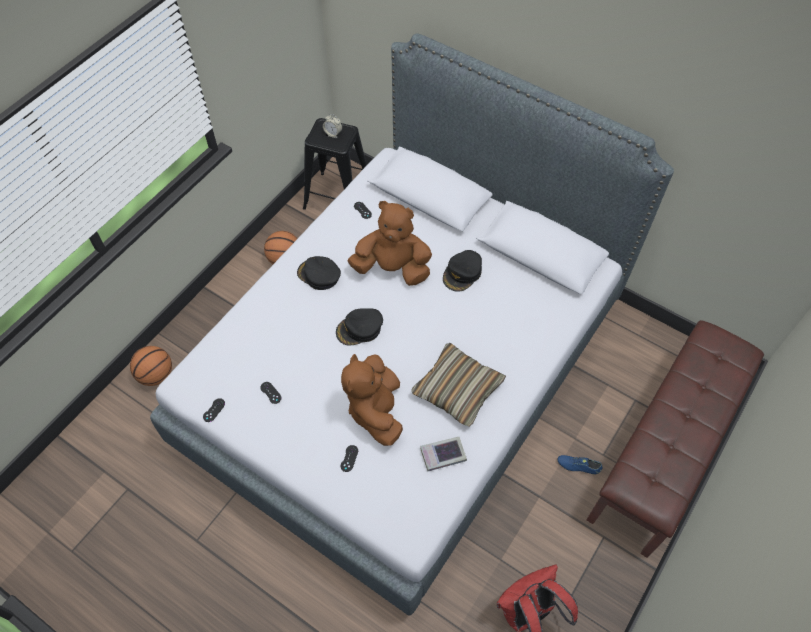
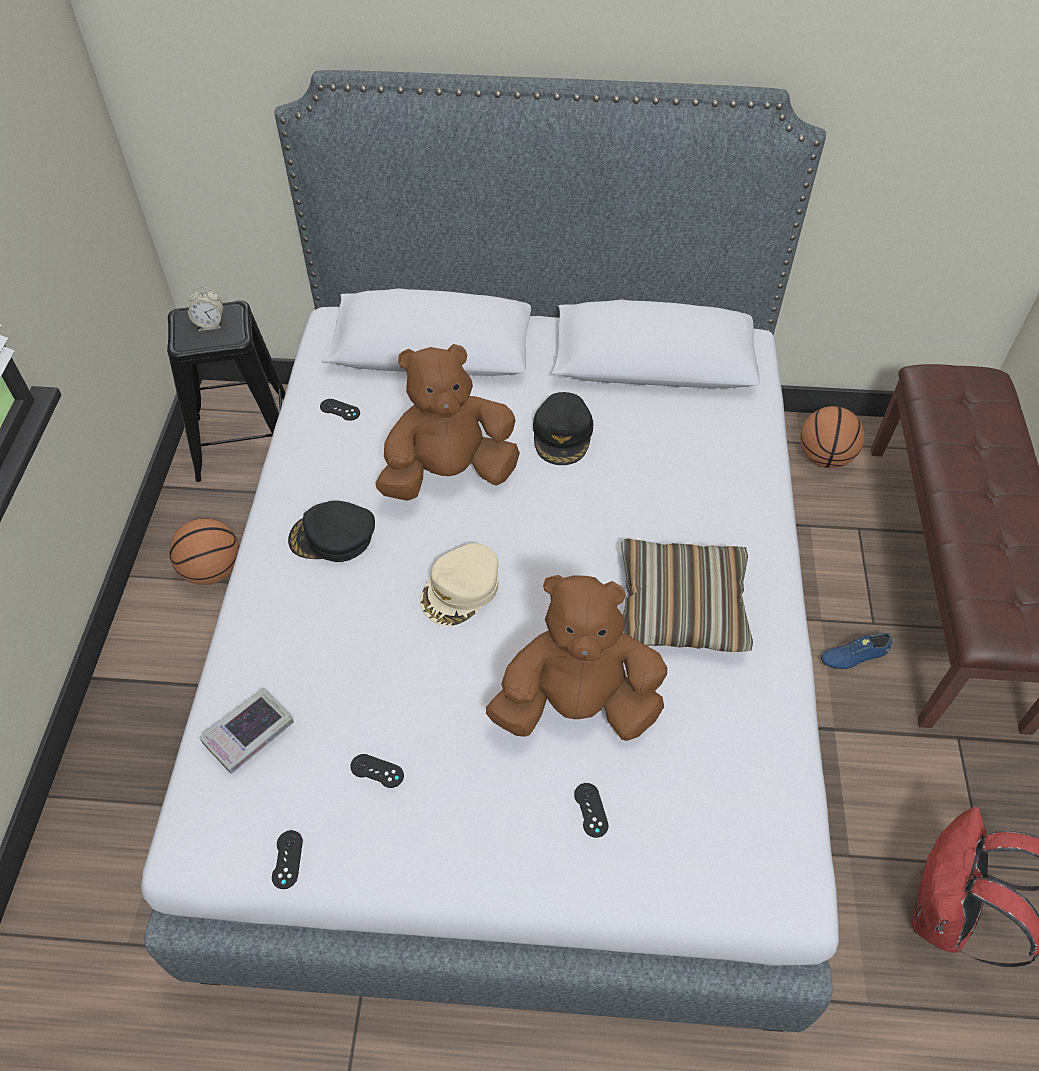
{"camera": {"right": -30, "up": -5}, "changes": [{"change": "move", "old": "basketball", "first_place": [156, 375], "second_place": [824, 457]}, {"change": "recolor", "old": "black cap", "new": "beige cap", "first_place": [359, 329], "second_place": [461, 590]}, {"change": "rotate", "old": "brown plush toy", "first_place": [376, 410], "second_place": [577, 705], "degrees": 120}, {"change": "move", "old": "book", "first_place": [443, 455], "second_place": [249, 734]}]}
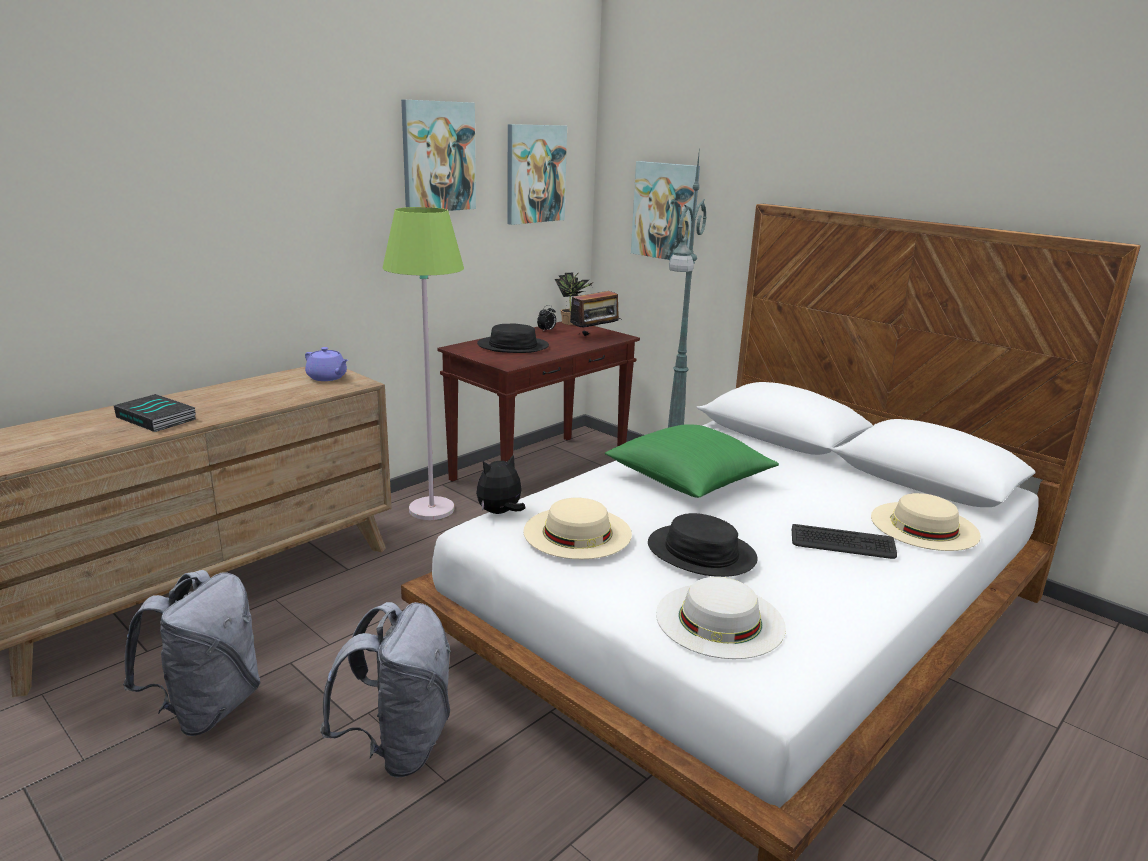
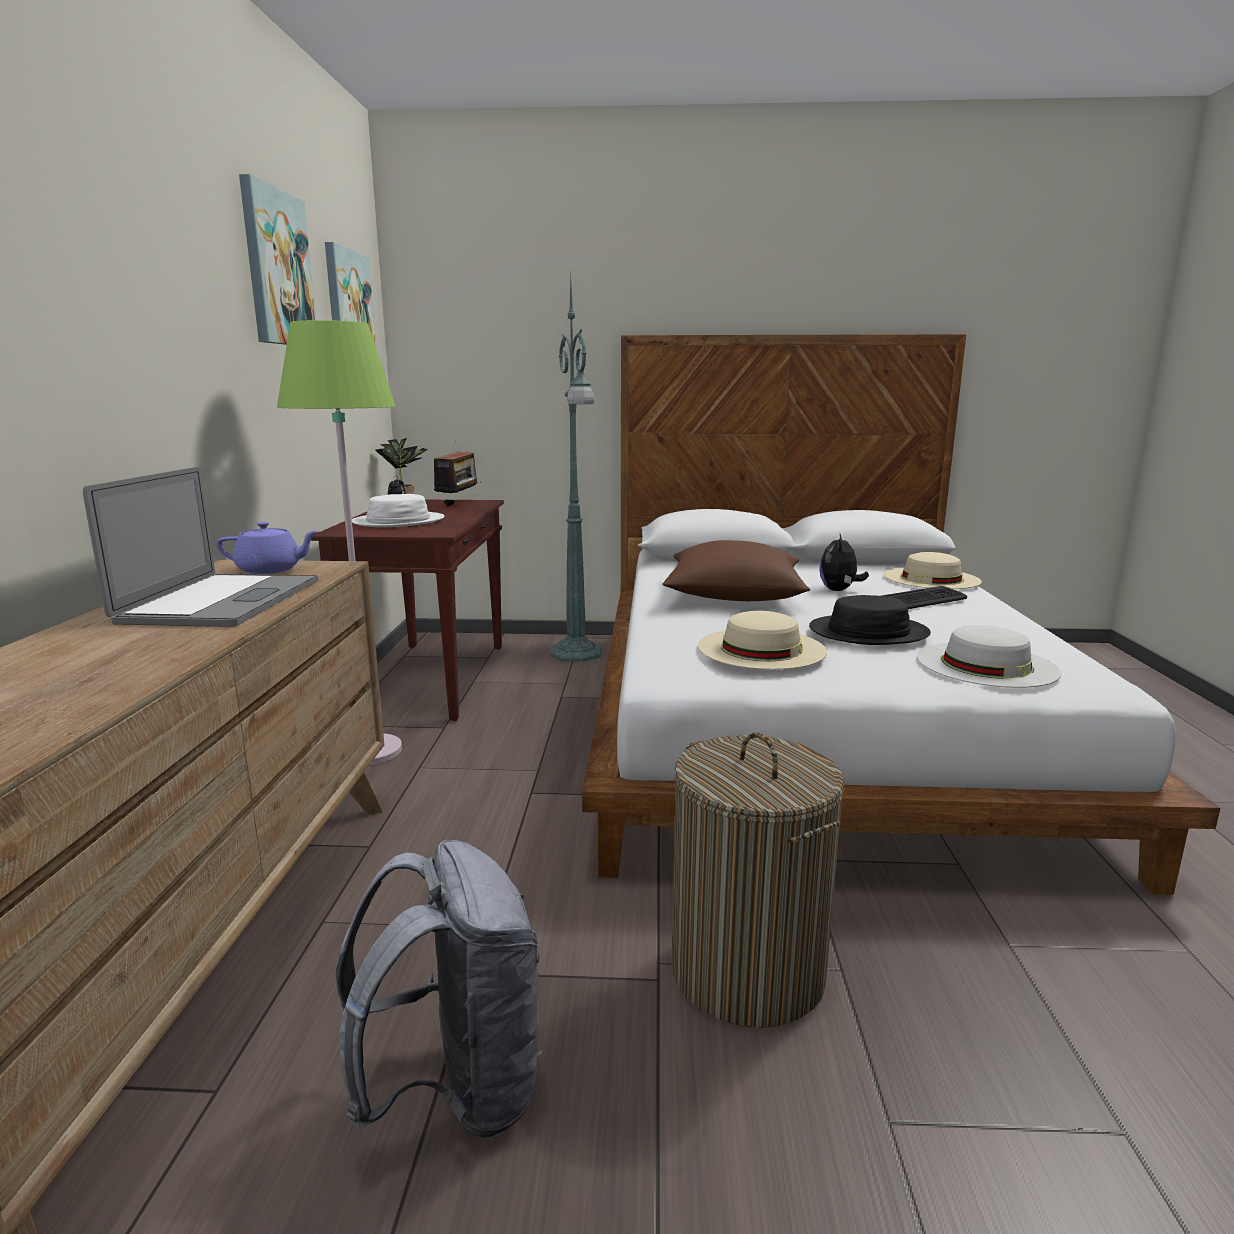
{"camera": {"right": -40, "up": -5}, "changes": [{"change": "delete", "old": "book", "first_place": [158, 418]}, {"change": "replace", "old": "grey backpack", "new": "laundry basket", "first_place": [398, 746], "second_place": [746, 971]}, {"change": "move", "old": "plush toy", "first_place": [500, 513], "second_place": [839, 590]}, {"change": "recolor", "old": "black hat", "new": "white hat", "first_place": [513, 346], "second_place": [398, 522]}, {"change": "recolor", "old": "green pillow", "new": "brown pillow", "first_place": [689, 480], "second_place": [734, 596]}, {"change": "delete", "old": "picture", "first_place": [665, 211]}, {"change": "insert", "new": "laptop", "second_place": [222, 601]}]}
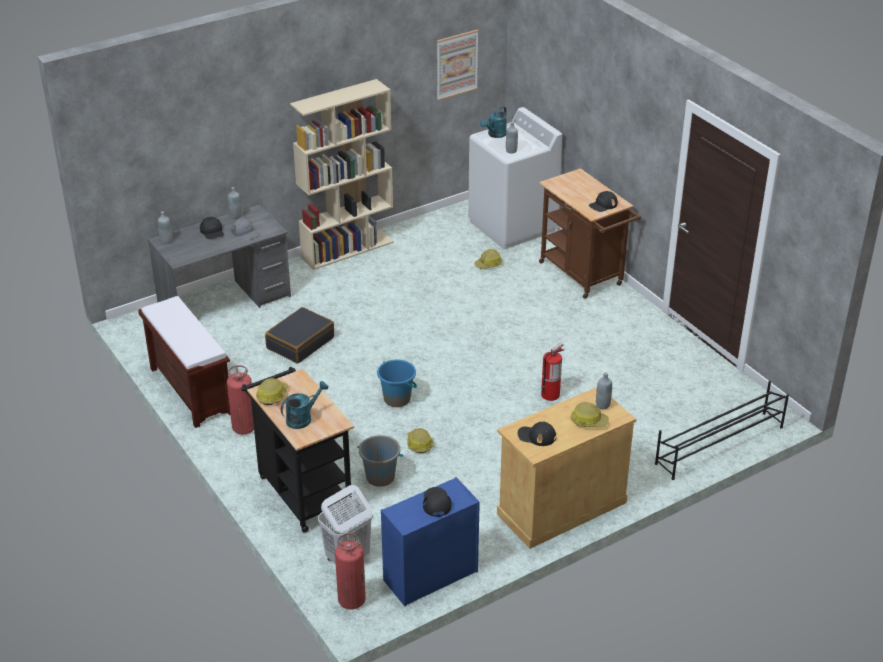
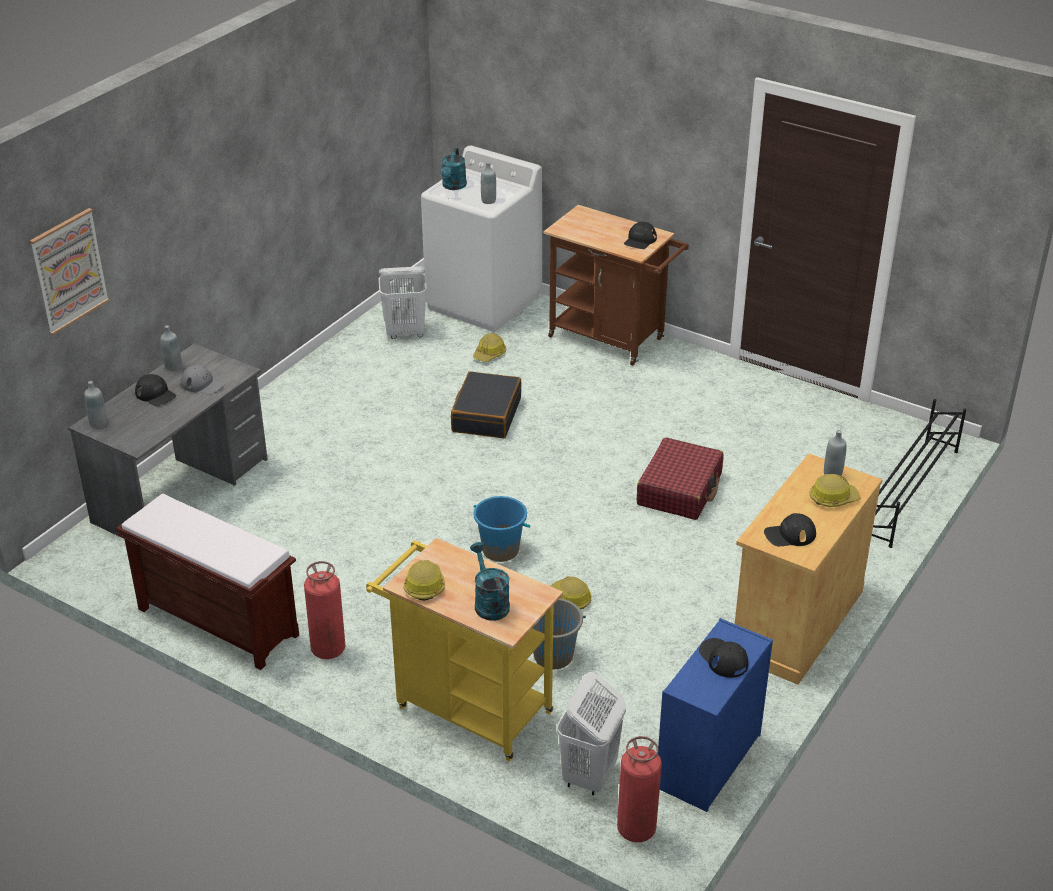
{"camera": {"right": -25, "up": 0}, "changes": [{"change": "recolor", "old": "black cart", "new": "yellow cart", "first_place": [302, 490], "second_place": [466, 707]}, {"change": "move", "old": "black suitcase", "first_place": [300, 343], "second_place": [486, 415]}, {"change": "rotate", "old": "turquoise watering can", "first_place": [303, 418], "second_place": [489, 603], "degrees": -45}, {"change": "delete", "old": "beige bookcase", "first_place": [348, 249]}, {"change": "move", "old": "picture", "first_place": [456, 64], "second_place": [69, 271]}, {"change": "replace", "old": "fire extinguisher", "new": "red suitcase", "first_place": [550, 394], "second_place": [680, 489]}, {"change": "insert", "new": "white laundry basket", "second_place": [405, 333]}]}
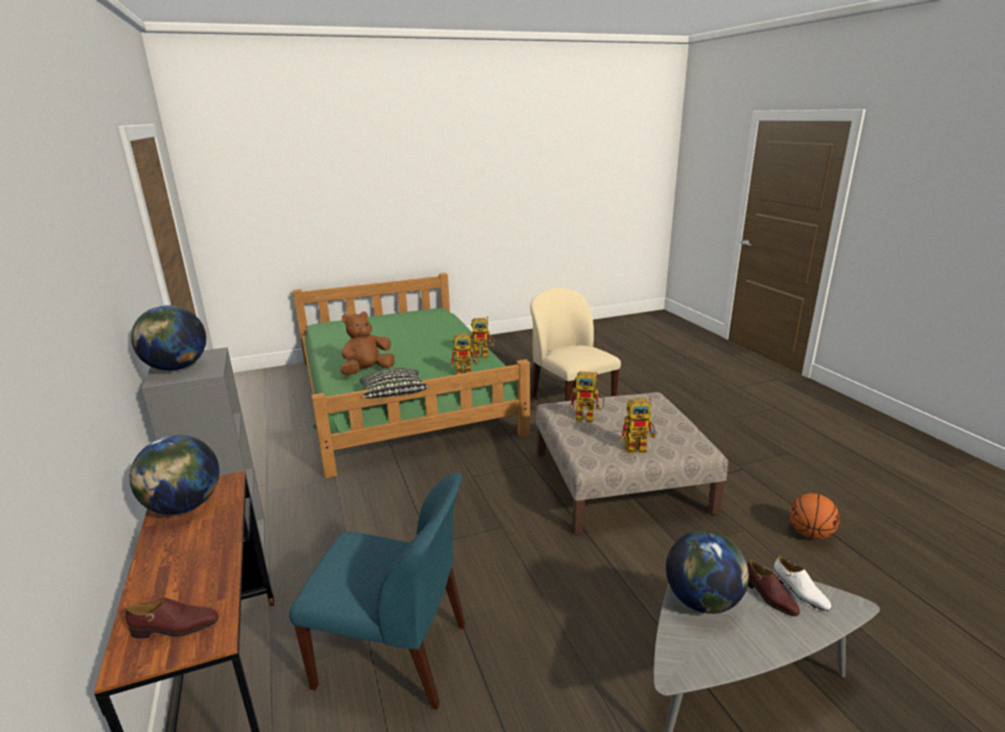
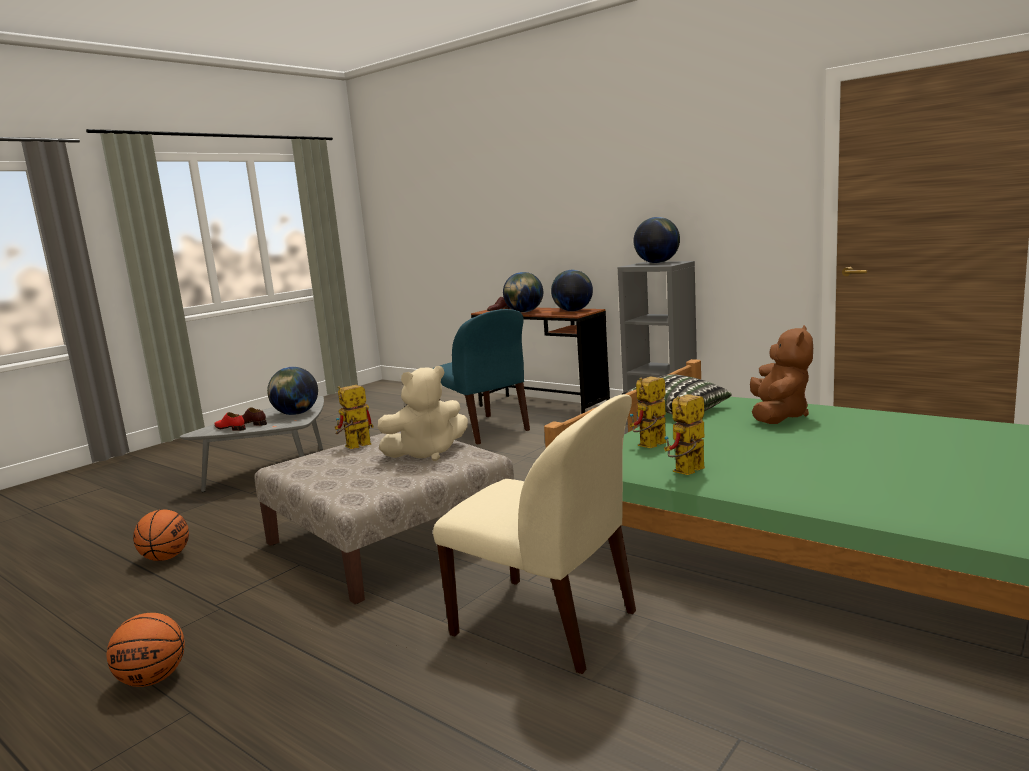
{"camera": {"right": 150, "up": -10}, "changes": [{"change": "rotate", "old": "blue chair", "first_place": [396, 655], "second_place": [484, 430], "degrees": -105}, {"change": "replace", "old": "toy robot", "new": "beige plush toy", "first_place": [589, 418], "second_place": [426, 453]}, {"change": "recolor", "old": "white shoe", "new": "red shoe", "first_place": [799, 593], "second_place": [230, 428]}, {"change": "insert", "new": "basketball", "second_place": [153, 679]}, {"change": "insert", "new": "globe", "second_place": [524, 312]}]}
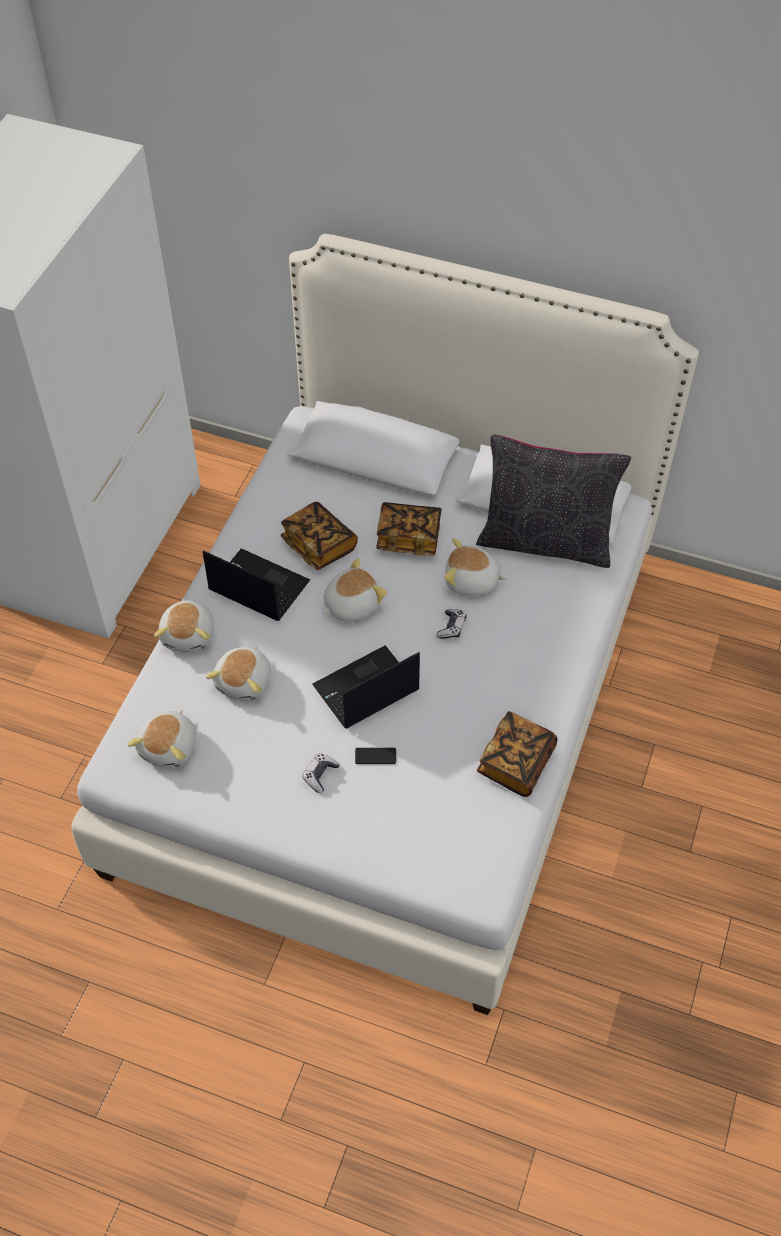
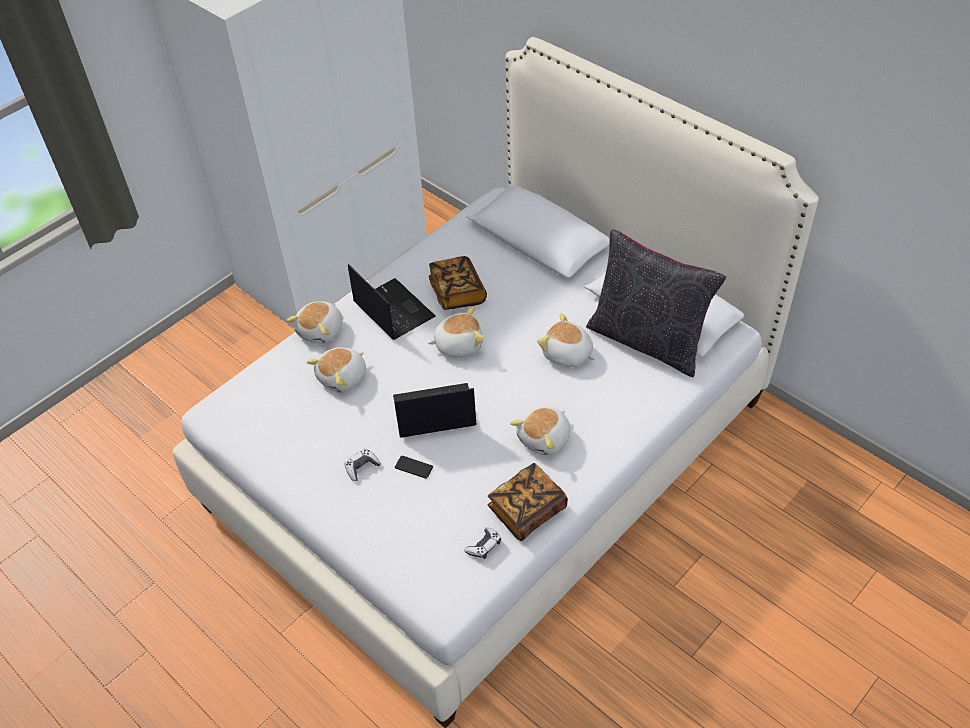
{"camera": {"right": 25, "up": -5}, "changes": [{"change": "move", "old": "plush toy", "first_place": [170, 747], "second_place": [545, 438]}, {"change": "delete", "old": "book", "first_place": [408, 538]}, {"change": "move", "old": "game controller", "first_place": [451, 627], "second_place": [484, 546]}]}
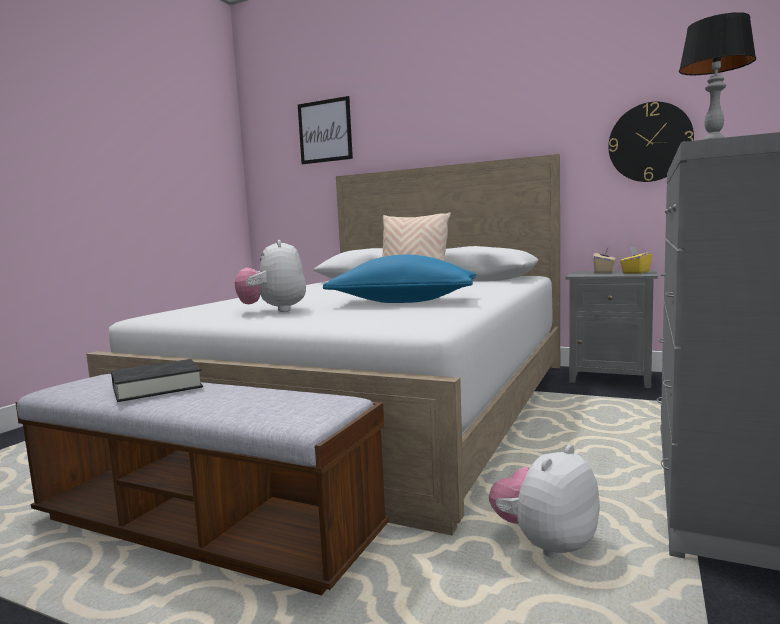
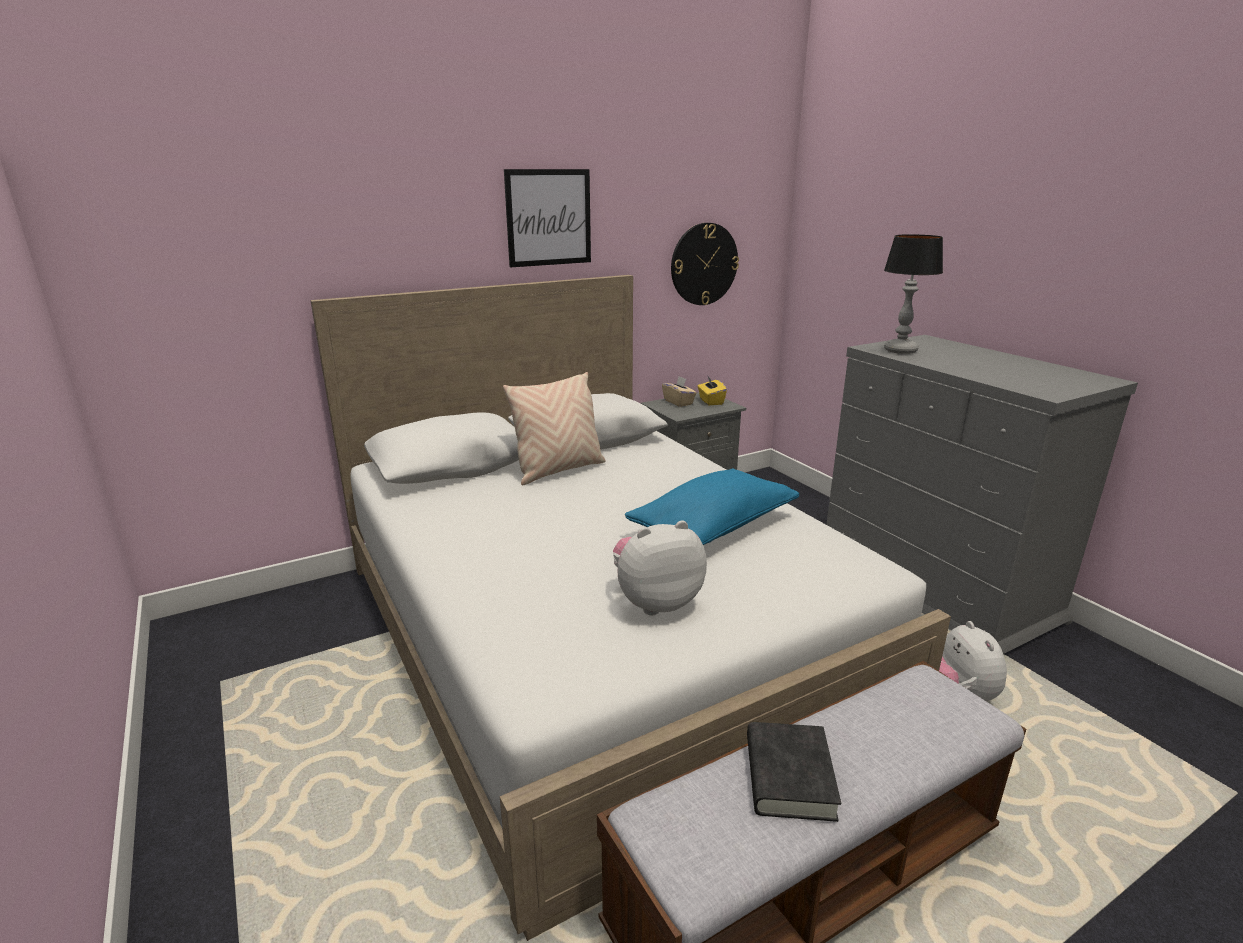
{"camera": {"right": -55, "up": 15}, "changes": [{"change": "rotate", "old": "plush toy", "first_place": [274, 310], "second_place": [655, 602], "degrees": 135}, {"change": "move", "old": "picture", "first_place": [325, 131], "second_place": [549, 218]}]}
